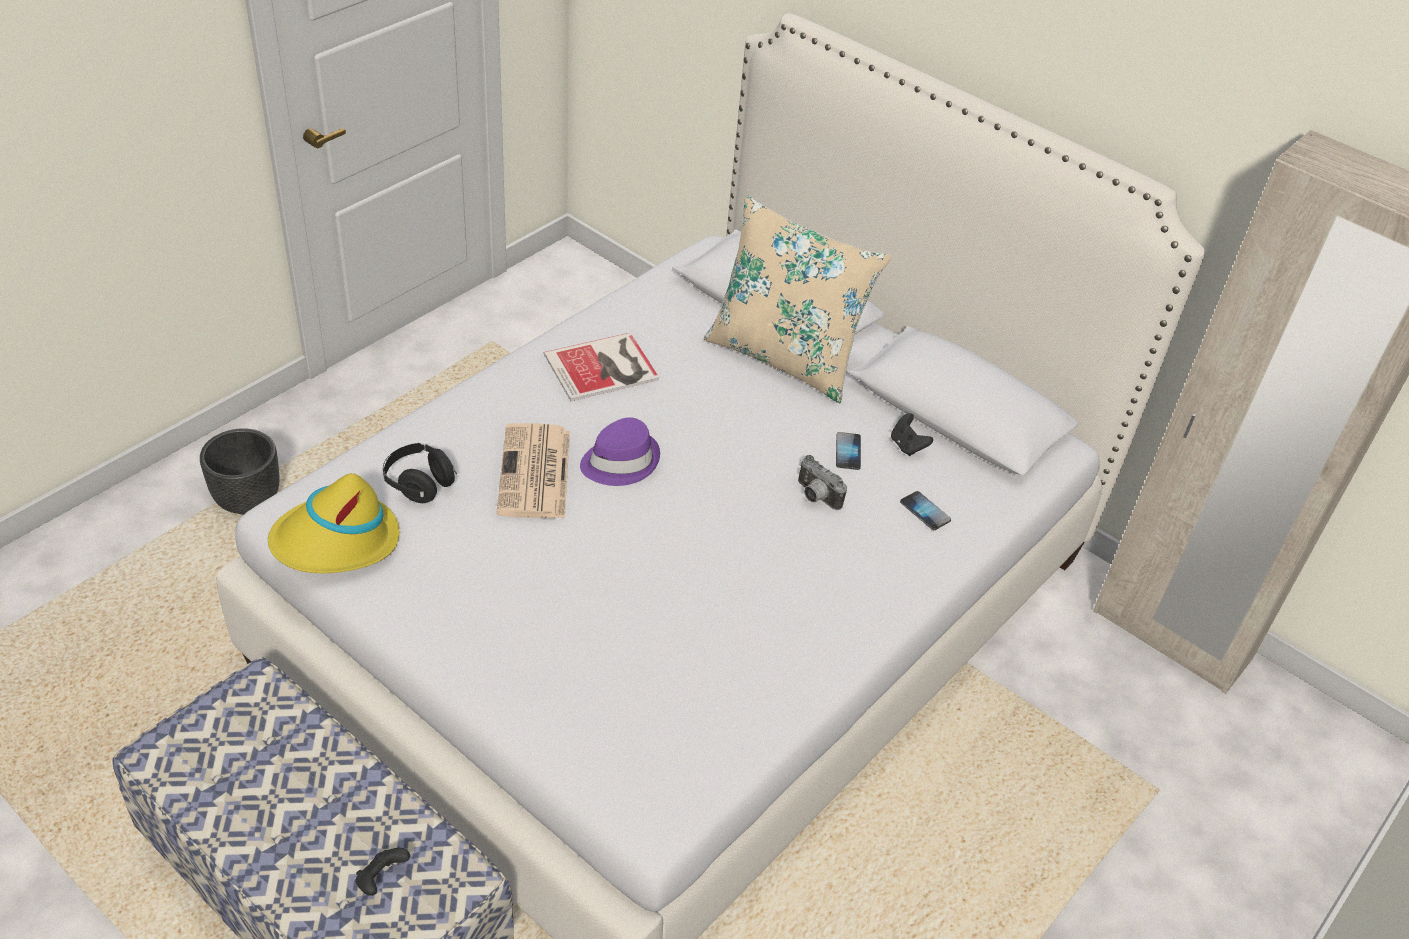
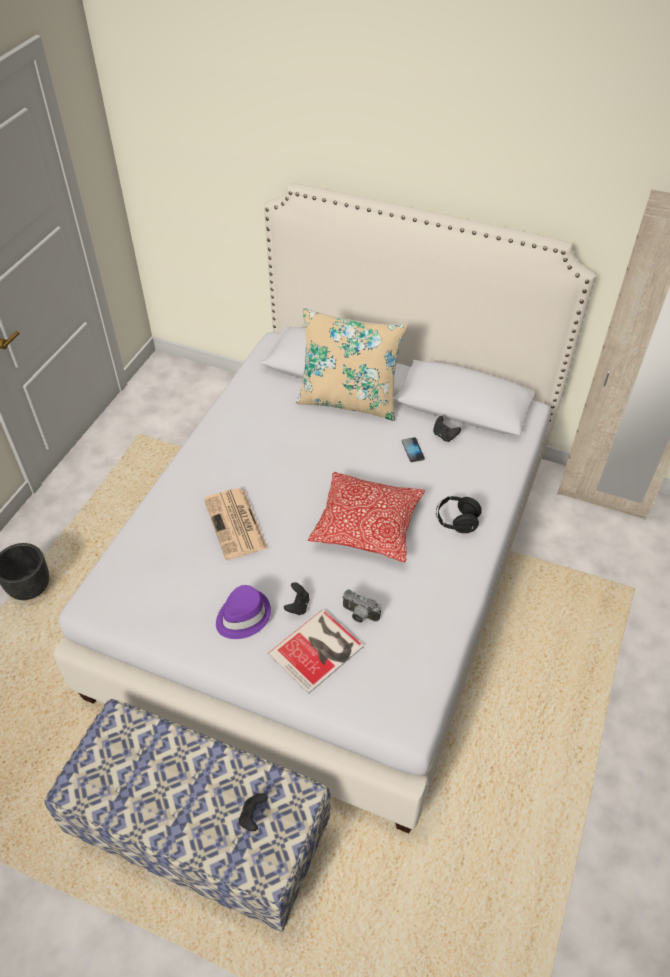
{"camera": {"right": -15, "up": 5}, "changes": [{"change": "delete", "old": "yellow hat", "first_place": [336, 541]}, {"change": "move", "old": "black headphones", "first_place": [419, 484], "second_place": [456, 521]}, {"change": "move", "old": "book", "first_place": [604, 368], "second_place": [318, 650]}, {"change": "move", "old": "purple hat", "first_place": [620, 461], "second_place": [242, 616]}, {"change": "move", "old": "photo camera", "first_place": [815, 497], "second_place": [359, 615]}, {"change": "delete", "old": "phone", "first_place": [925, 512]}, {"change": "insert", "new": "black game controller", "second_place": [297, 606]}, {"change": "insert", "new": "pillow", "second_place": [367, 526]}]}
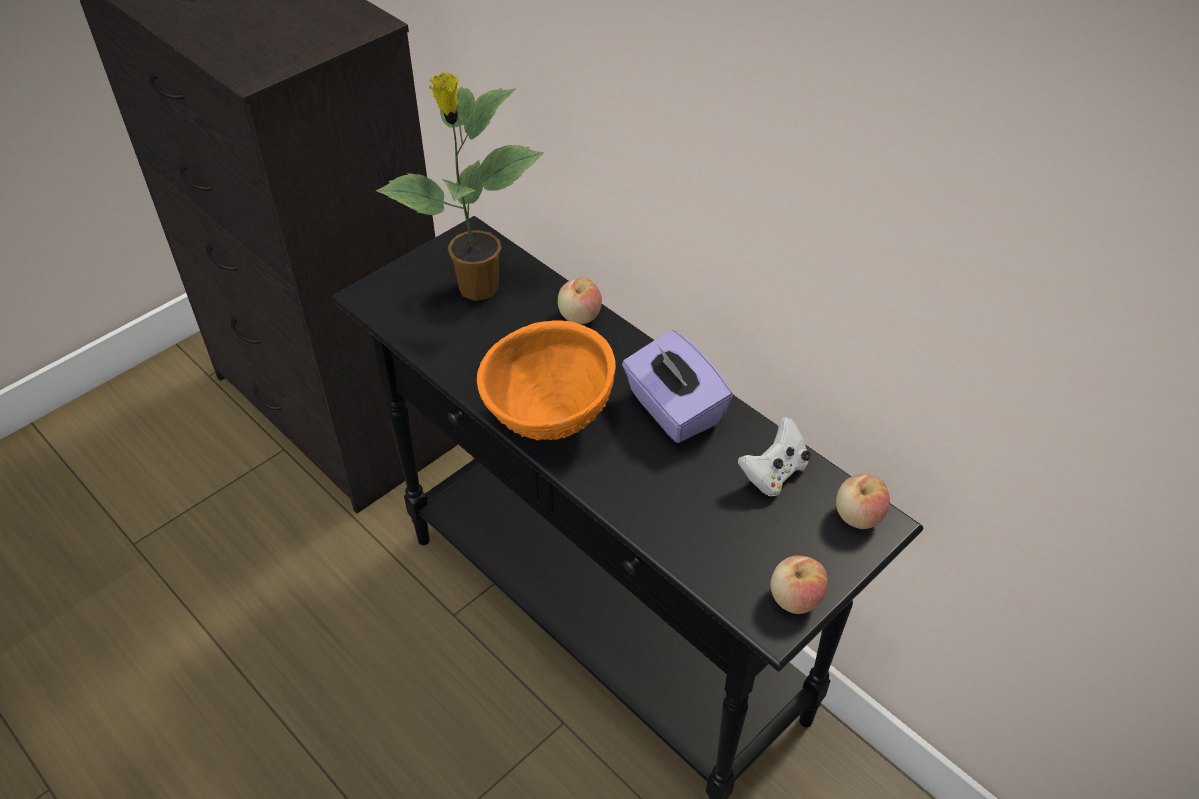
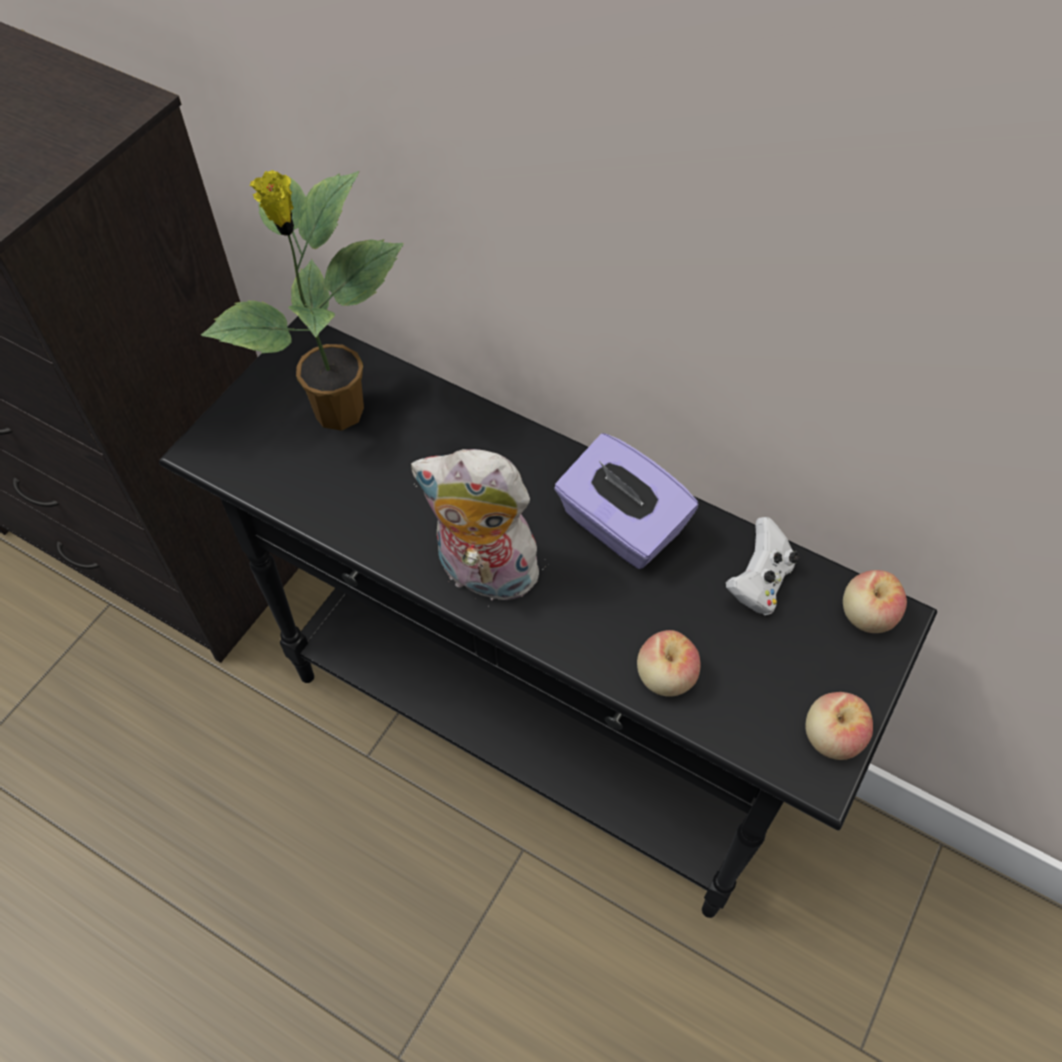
{"camera": {"right": -15, "up": 10}, "changes": [{"change": "replace", "old": "orange bowl", "new": "plush toy", "first_place": [549, 422], "second_place": [482, 574]}, {"change": "move", "old": "apple", "first_place": [579, 316], "second_place": [665, 677]}]}
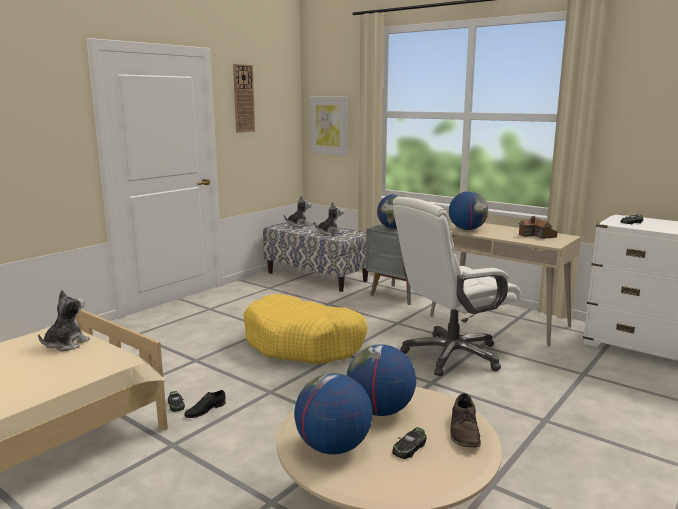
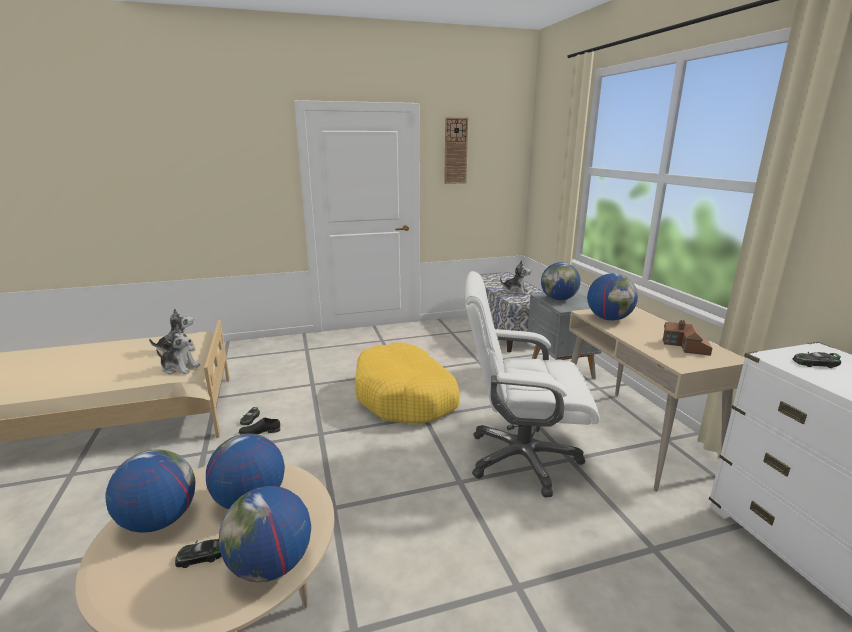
{"camera": {"right": 35, "up": 5}, "changes": [{"change": "move", "old": "plush toy", "first_place": [299, 225], "second_place": [179, 368]}, {"change": "delete", "old": "picture", "first_place": [329, 125]}, {"change": "replace", "old": "brown shoe", "new": "globe", "first_place": [464, 431], "second_place": [271, 566]}]}
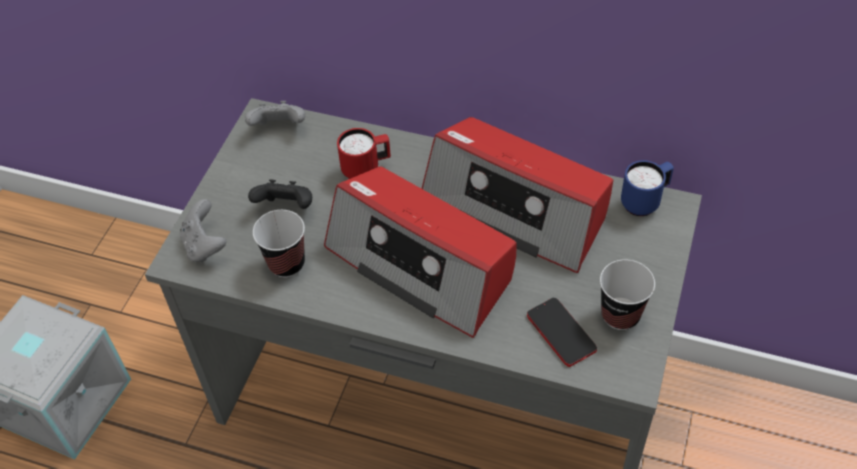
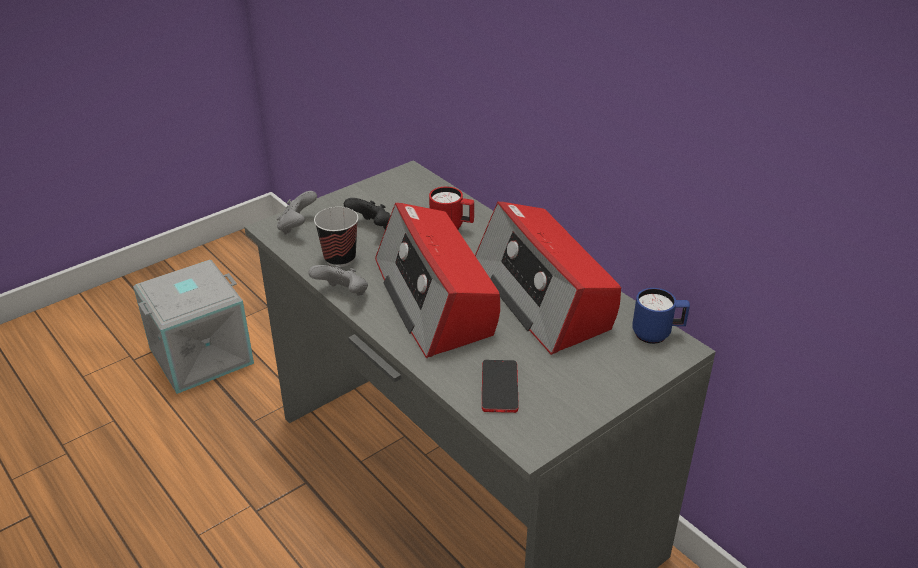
{"camera": {"right": 30, "up": -15}, "changes": [{"change": "move", "old": "grey game controller", "first_place": [279, 128], "second_place": [343, 294]}, {"change": "delete", "old": "cup", "first_place": [620, 315]}]}
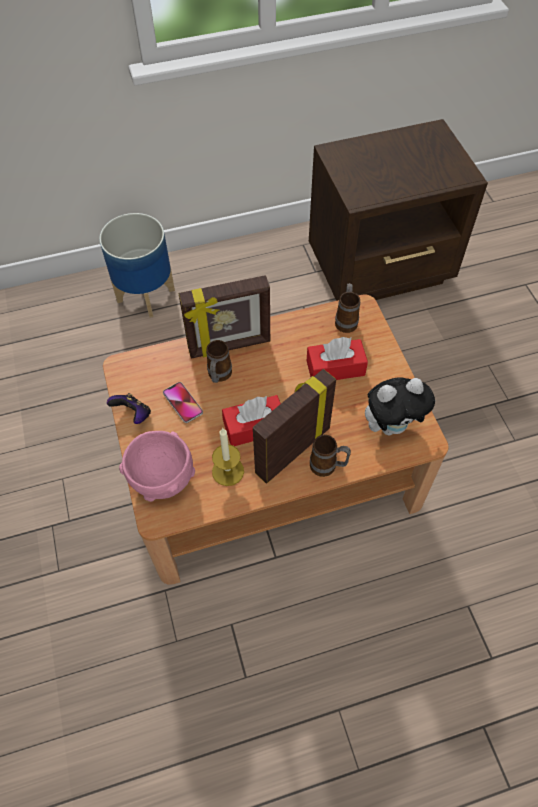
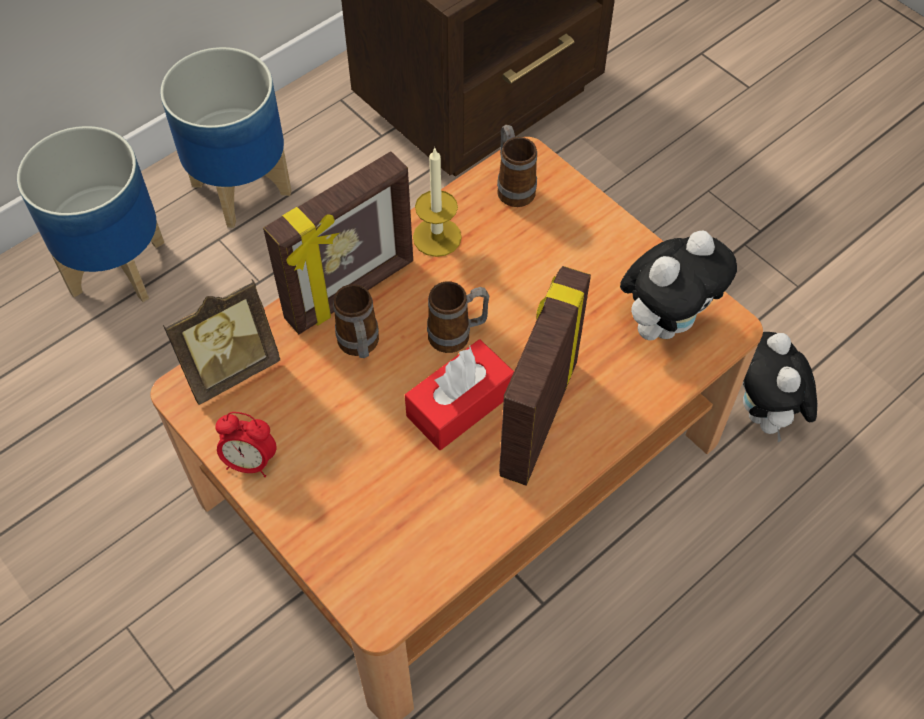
{"camera": {"right": -25, "up": 0}, "changes": [{"change": "replace", "old": "game controller", "new": "alarm clock", "first_place": [133, 414], "second_place": [250, 462]}, {"change": "delete", "old": "pink bowl", "first_place": [163, 479]}, {"change": "delete", "old": "phone", "first_place": [183, 403]}, {"change": "move", "old": "candle", "first_place": [228, 471], "second_place": [437, 237]}, {"change": "delete", "old": "red tissue box", "first_place": [335, 368]}, {"change": "move", "old": "mug", "first_place": [328, 467], "second_place": [458, 335]}, {"change": "insert", "new": "planter", "second_place": [240, 189]}, {"change": "insert", "new": "picture frame", "second_place": [230, 369]}, {"change": "insert", "new": "plush toy", "second_place": [764, 415]}]}
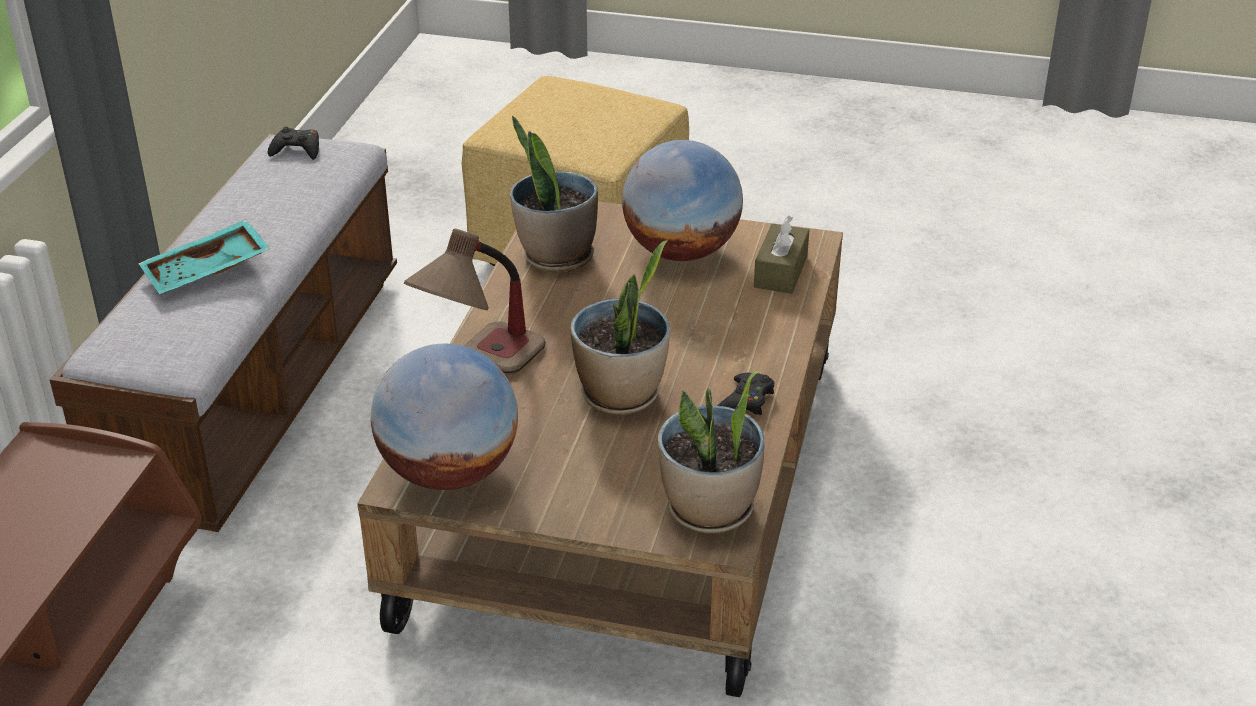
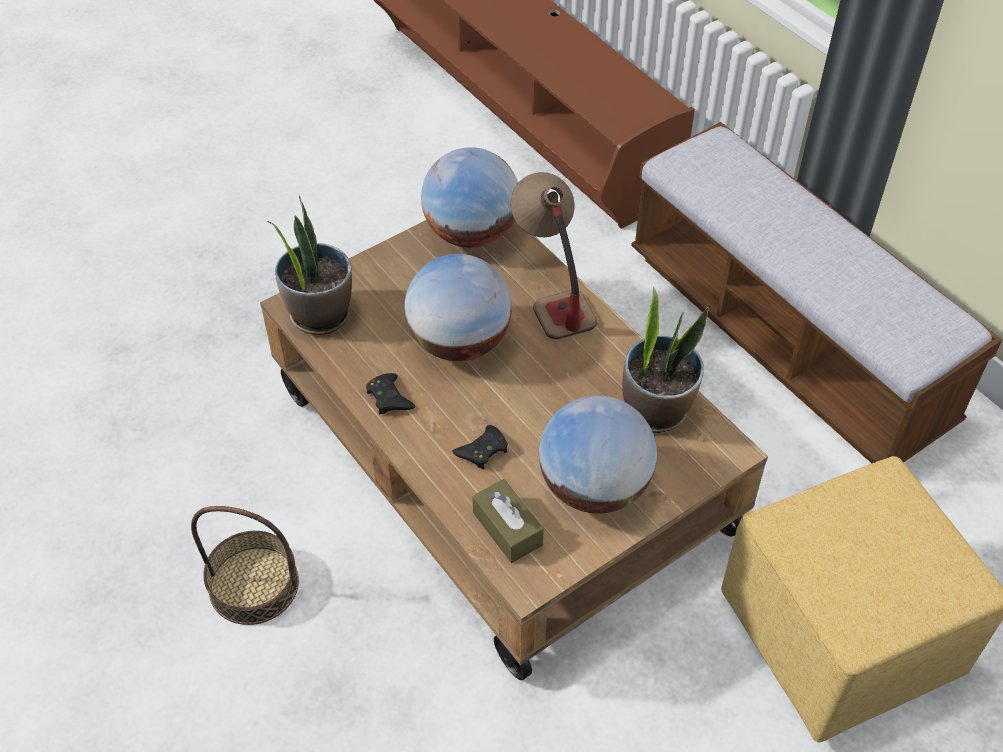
{"camera": {"right": 130, "up": 15}, "changes": [{"change": "delete", "old": "turquoise tray", "first_place": [207, 272]}, {"change": "move", "old": "black game controller", "first_place": [297, 149], "second_place": [482, 450]}, {"change": "replace", "old": "potted plant", "new": "globe", "first_place": [621, 395], "second_place": [459, 342]}, {"change": "insert", "new": "basket", "second_place": [253, 585]}]}
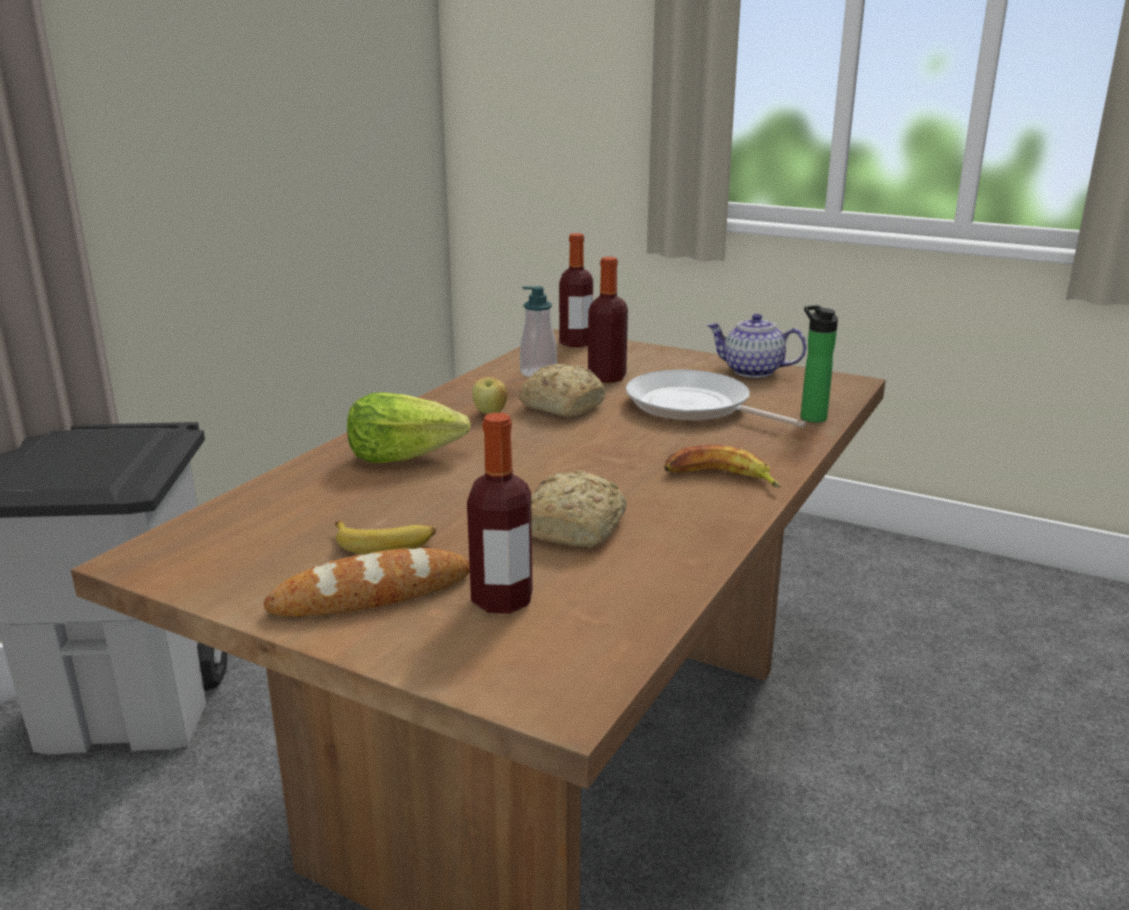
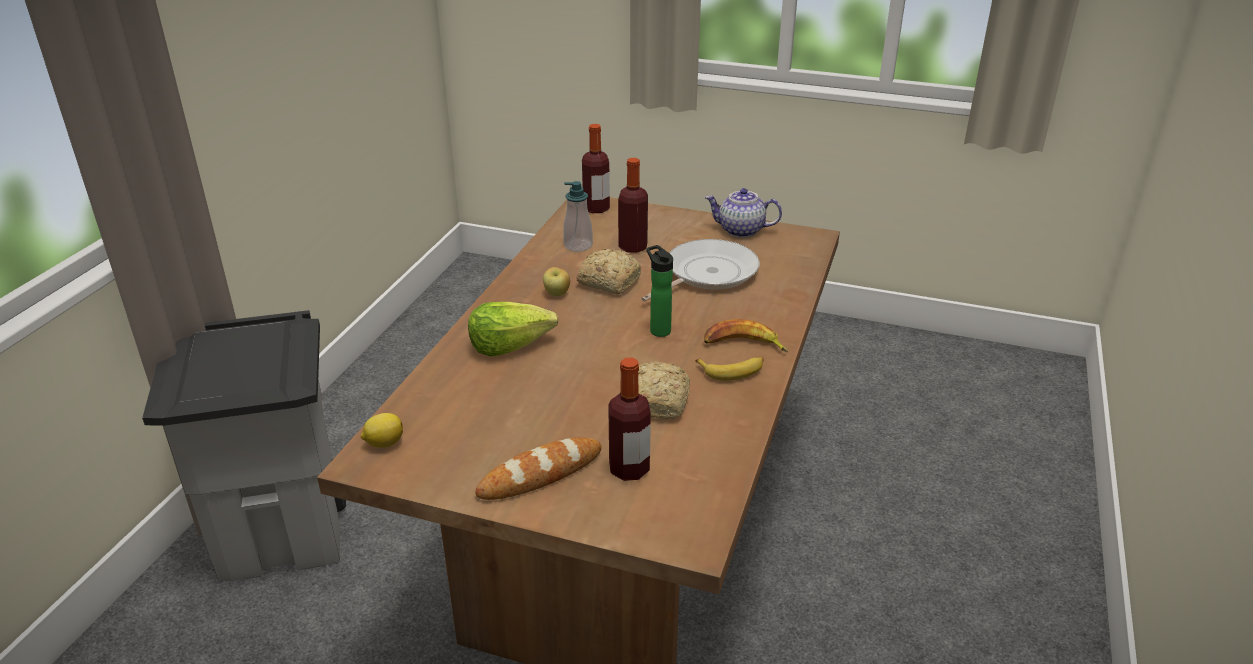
{"camera": {"right": -10, "up": 10}, "changes": [{"change": "move", "old": "banana", "first_place": [385, 543], "second_place": [732, 371]}, {"change": "rotate", "old": "frying pan", "first_place": [693, 407], "second_place": [707, 274], "degrees": 105}, {"change": "move", "old": "bottle", "first_place": [811, 416], "second_place": [658, 329]}, {"change": "insert", "new": "lemon", "second_place": [384, 443]}]}
